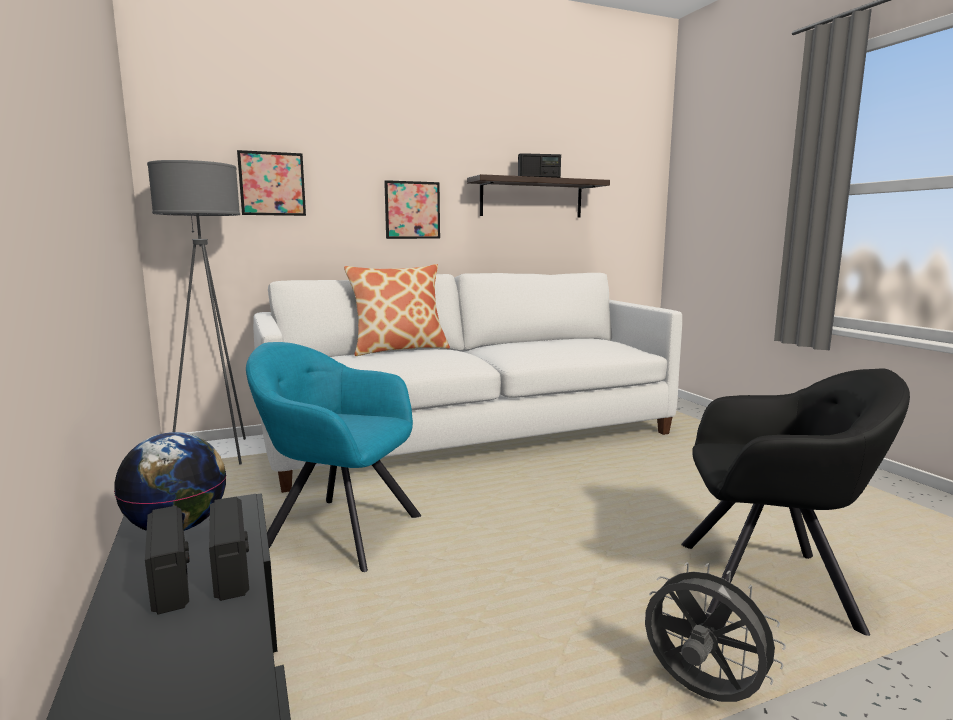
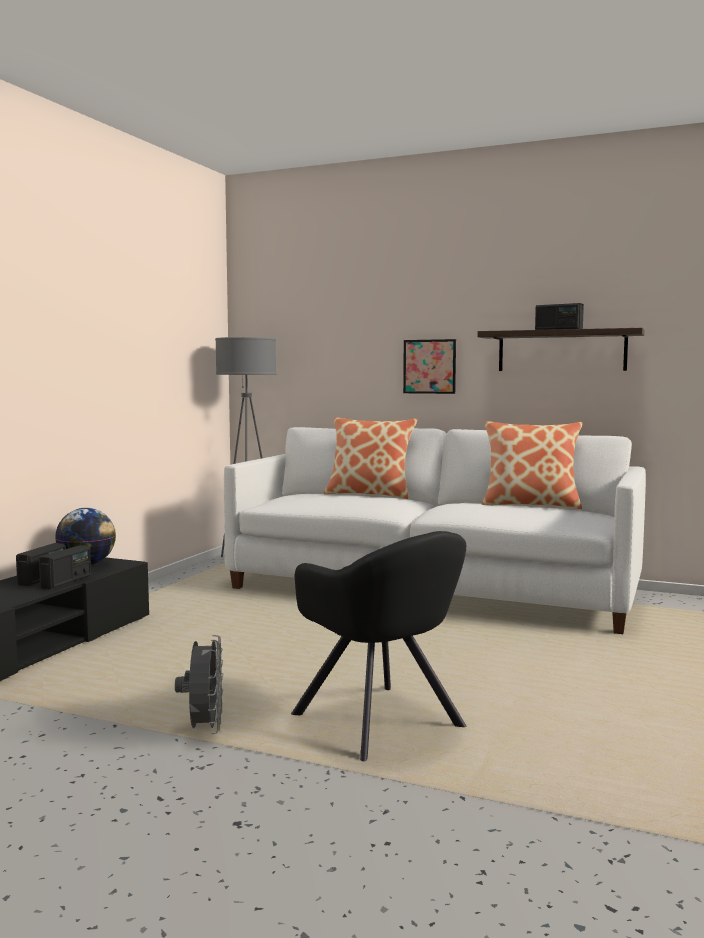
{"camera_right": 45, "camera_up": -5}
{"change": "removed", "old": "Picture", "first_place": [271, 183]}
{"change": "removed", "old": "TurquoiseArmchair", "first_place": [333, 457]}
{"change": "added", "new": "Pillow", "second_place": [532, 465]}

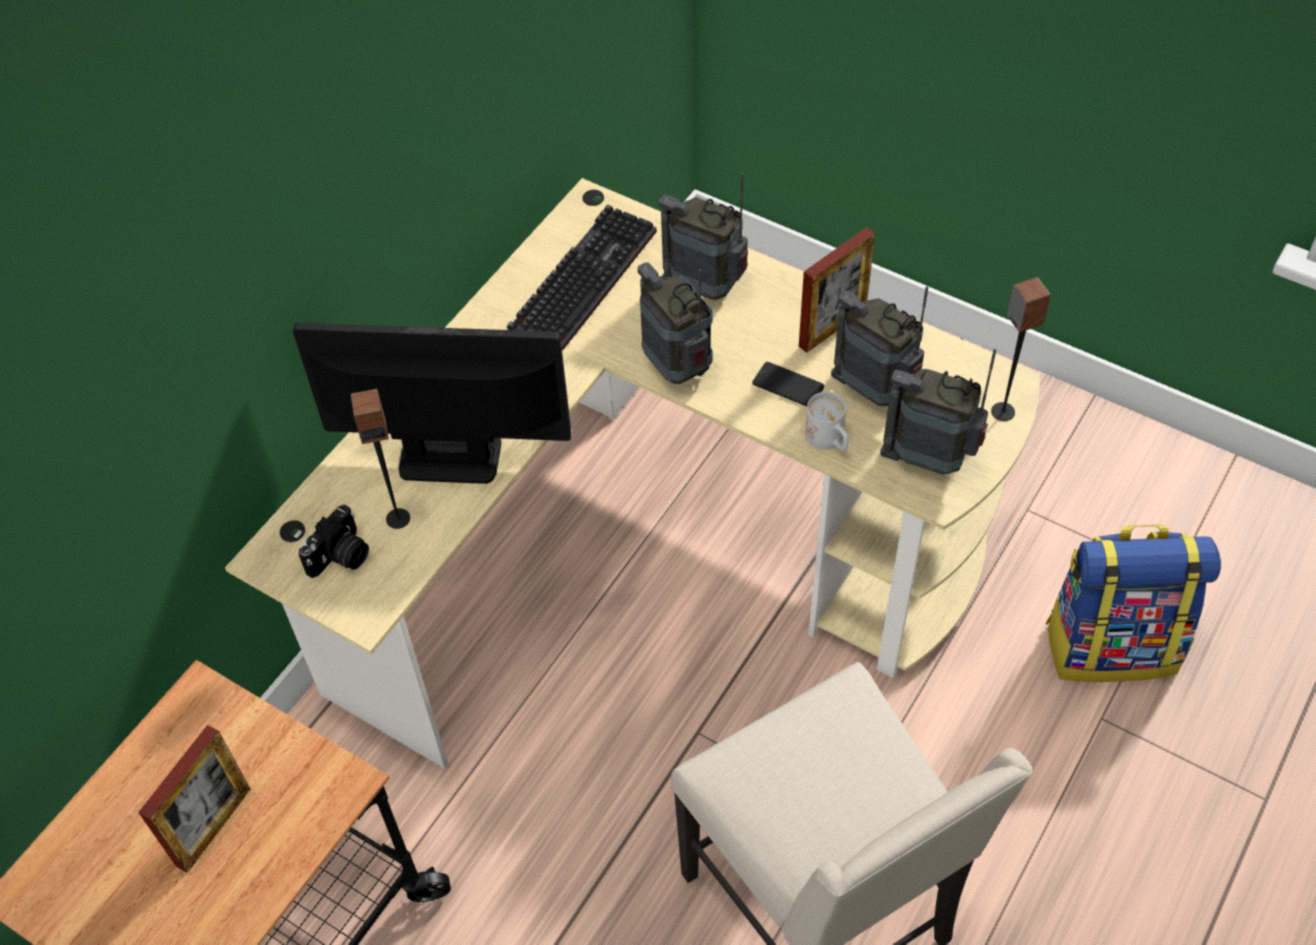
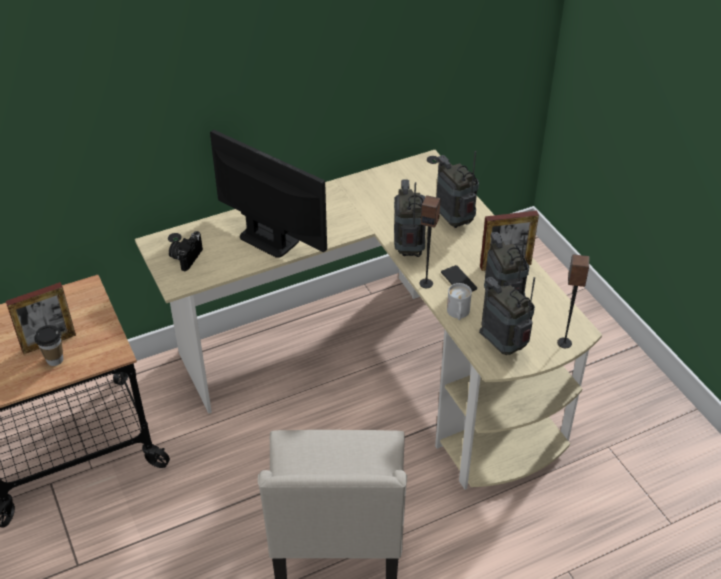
{"camera_right": 30, "camera_up": -10}
{"change": "removed", "old": "Keyboard", "first_place": [582, 277]}
{"change": "removed", "old": "Backpack", "first_place": [1133, 603]}
{"change": "added", "new": "Cup", "second_place": [48, 345]}
{"change": "moved", "old": "Speaker", "first_place": [380, 459], "second_place": [430, 241]}
{"change": "turned", "old": "PhotoCamera", "first_place": [334, 541], "second_place": [186, 251], "degrees": 135}

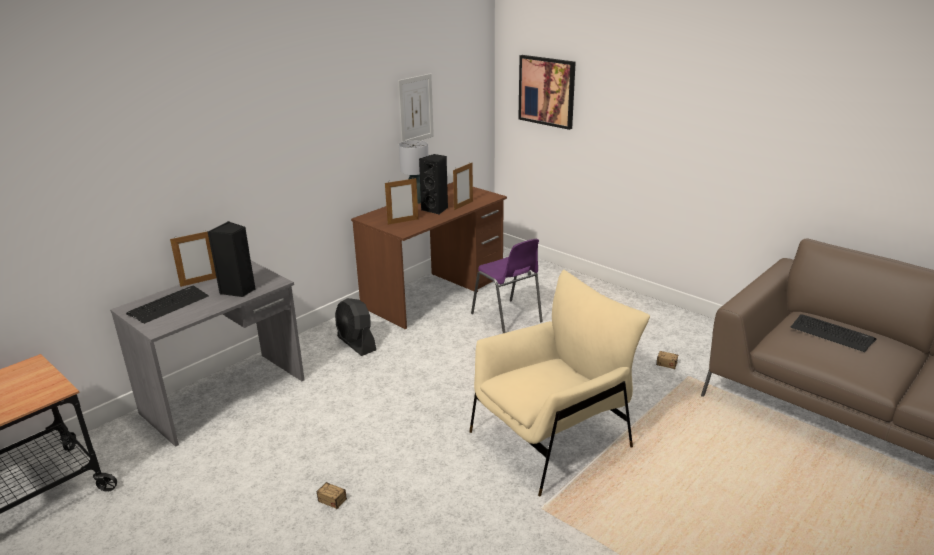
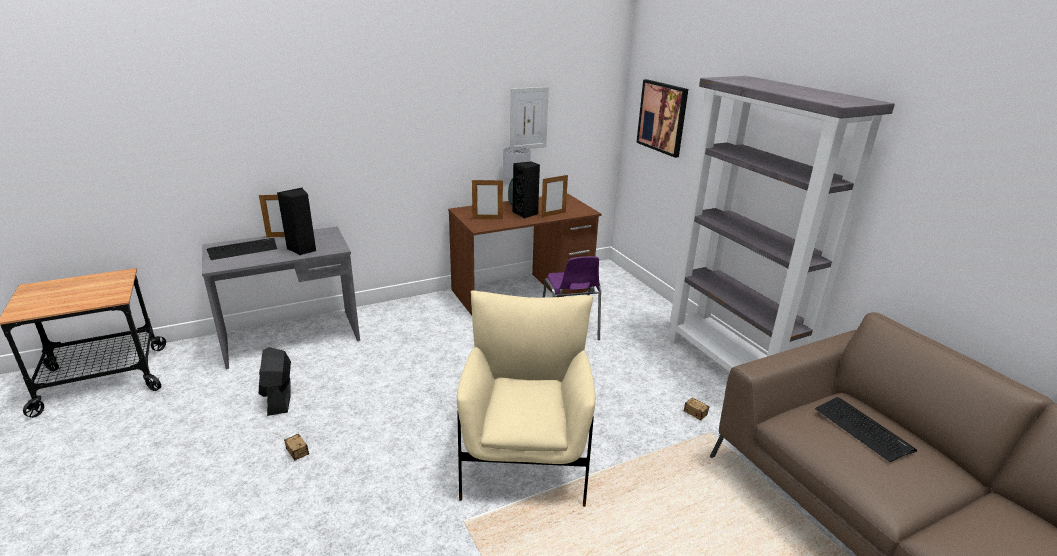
{"camera_right": 20, "camera_up": 0}
{"change": "added", "new": "GreyBookcase", "second_place": [780, 224]}
{"change": "moved", "old": "BlackFan", "first_place": [355, 327], "second_place": [275, 381]}
{"change": "turned", "old": "BeigeArmchair", "first_place": [559, 383], "second_place": [526, 399], "degrees": -75}

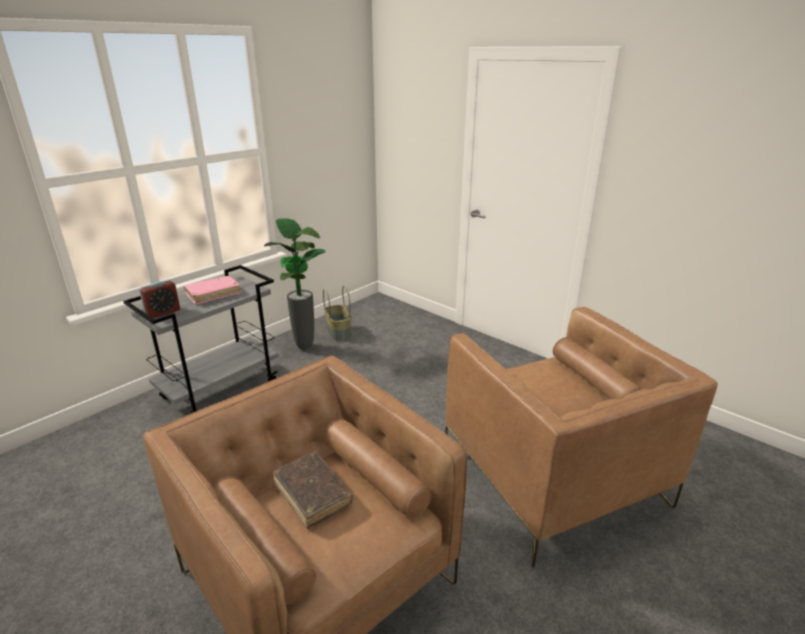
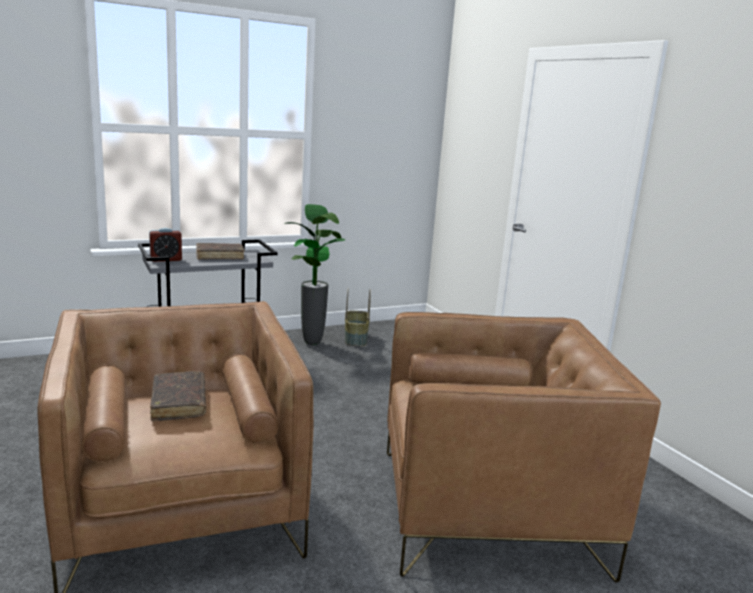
{"camera_right": 20, "camera_up": -10}
{"change": "recoloured", "old": "PinkBook", "new": "BrownBook", "first_place": [212, 290], "second_place": [220, 251]}
{"change": "turned", "old": "BrownArmchair", "first_place": [581, 437], "second_place": [524, 447], "degrees": -90}

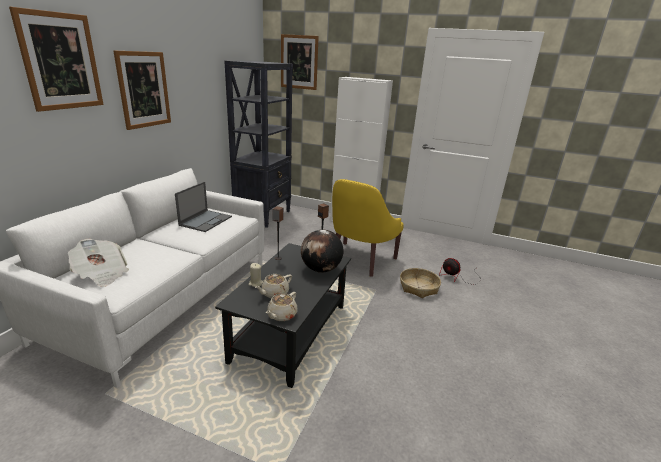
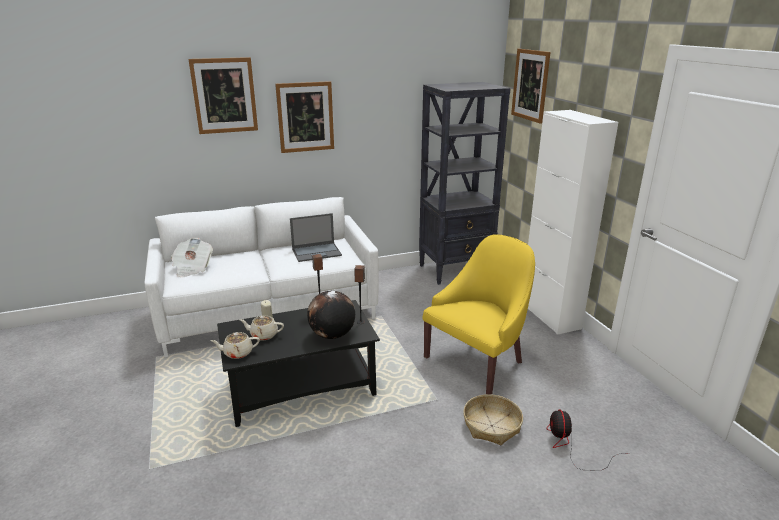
{"camera_right": 50, "camera_up": 0}
{"change": "turned", "old": "YellowArmchair", "first_place": [367, 228], "second_place": [478, 314], "degrees": 150}

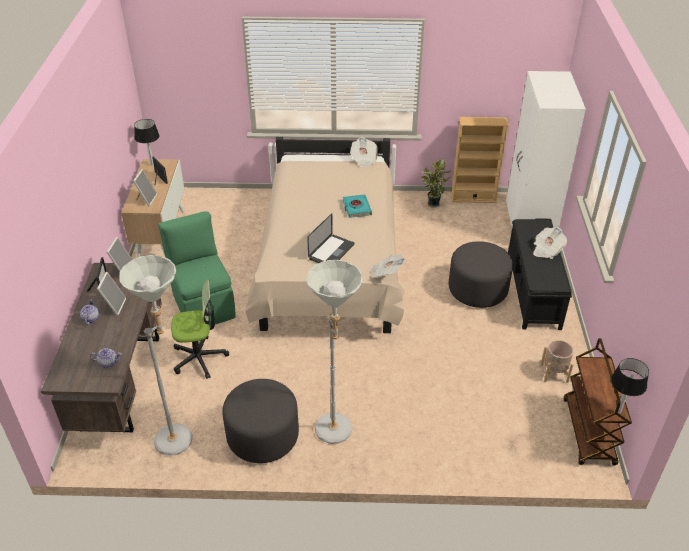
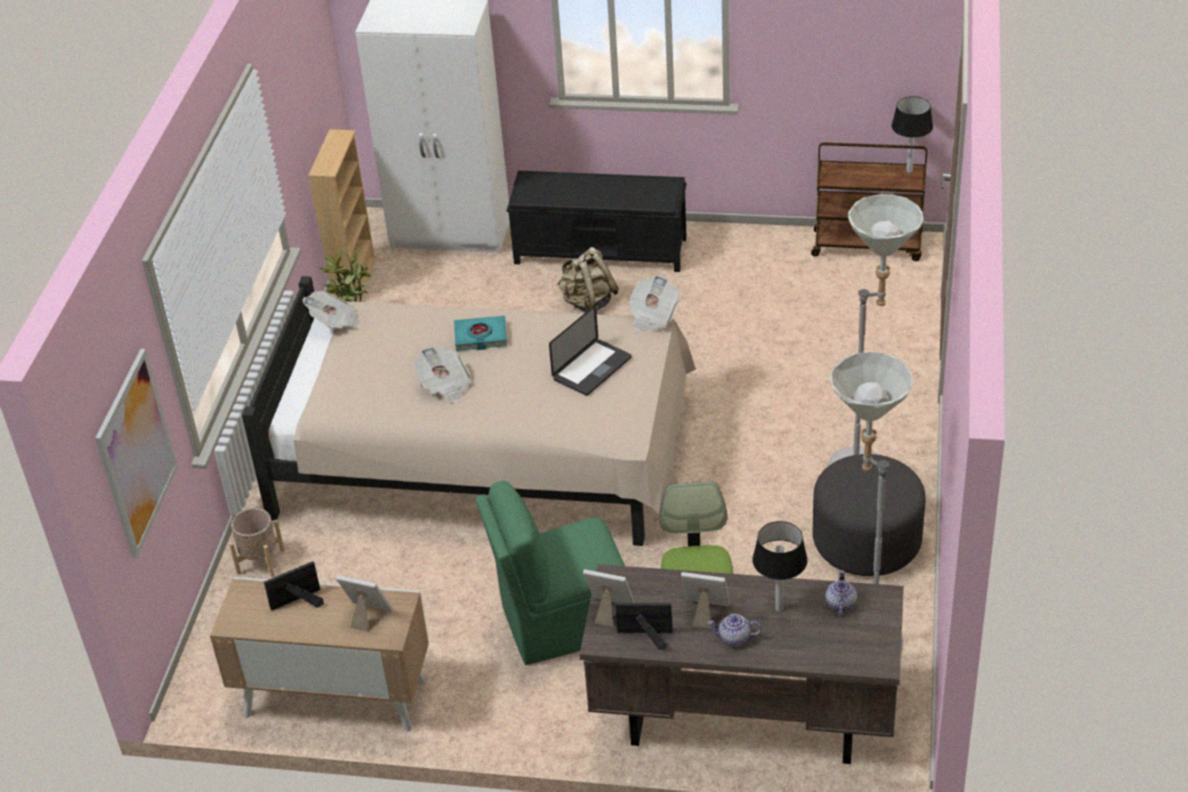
{"camera_right": -80, "camera_up": 0}
{"change": "added", "new": "Picture", "second_place": [136, 453]}
{"change": "moved", "old": "TableLamp", "first_place": [147, 142], "second_place": [780, 566]}
{"change": "moved", "old": "Newspaper", "first_place": [550, 243], "second_place": [443, 374]}
{"change": "moved", "old": "BeigePlanter", "first_place": [557, 361], "second_place": [257, 542]}
{"change": "replaced", "old": "GreyOttoman", "new": "BeigeBackpack", "first_place": [481, 274], "second_place": [588, 280]}
{"change": "turned", "old": "Laptop", "first_place": [330, 238], "second_place": [590, 350], "degrees": 90}

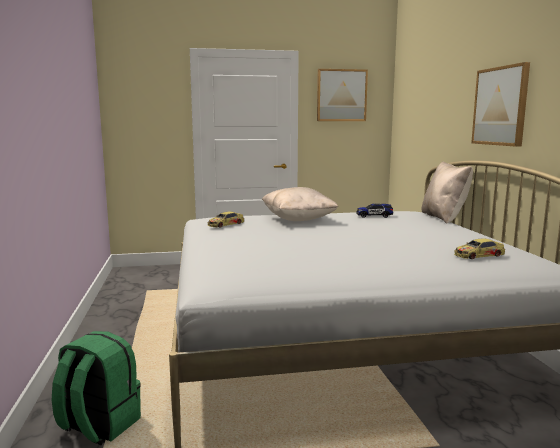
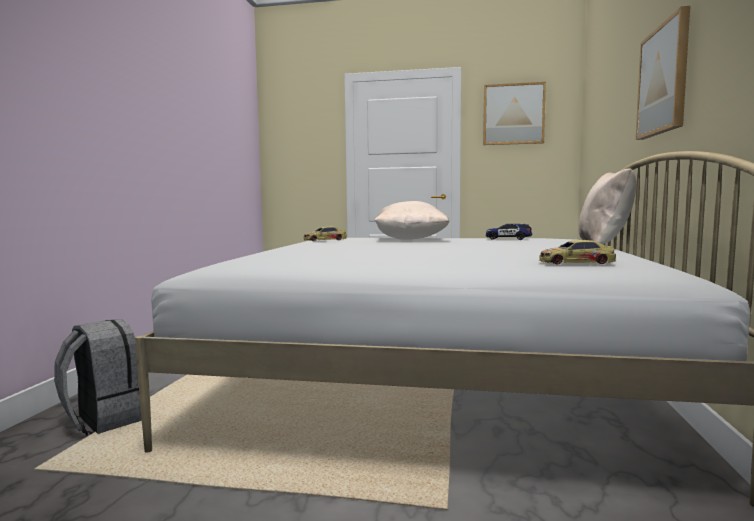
{"camera_right": 20, "camera_up": -5}
{"change": "recoloured", "old": "GreenBackpack", "new": "GreyBackpack", "first_place": [96, 388], "second_place": [98, 377]}

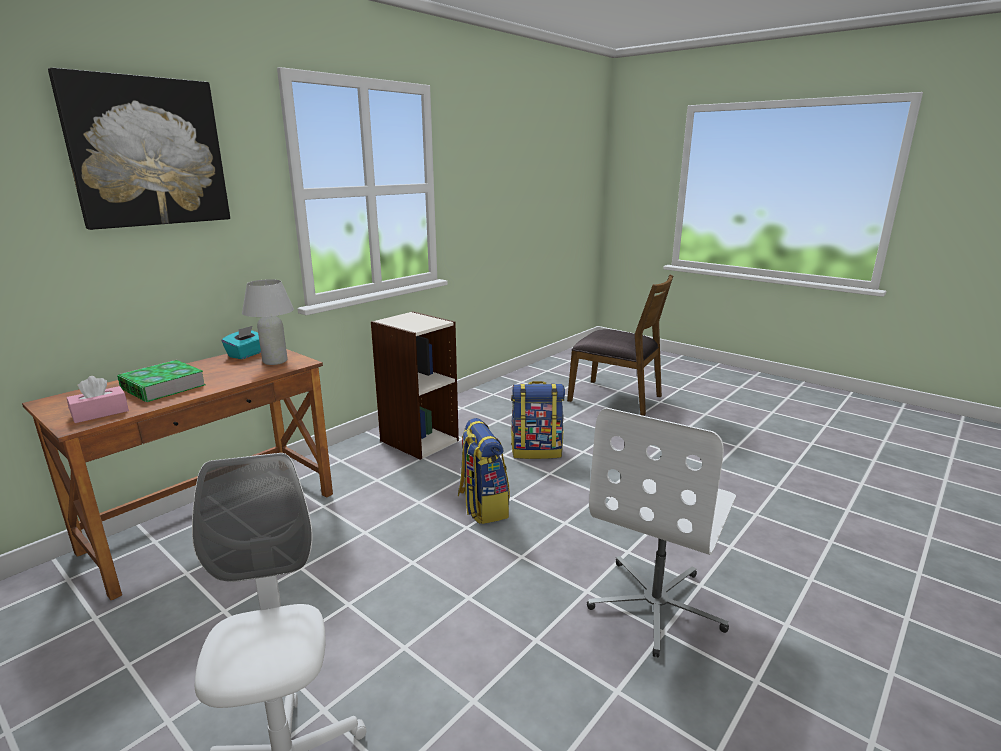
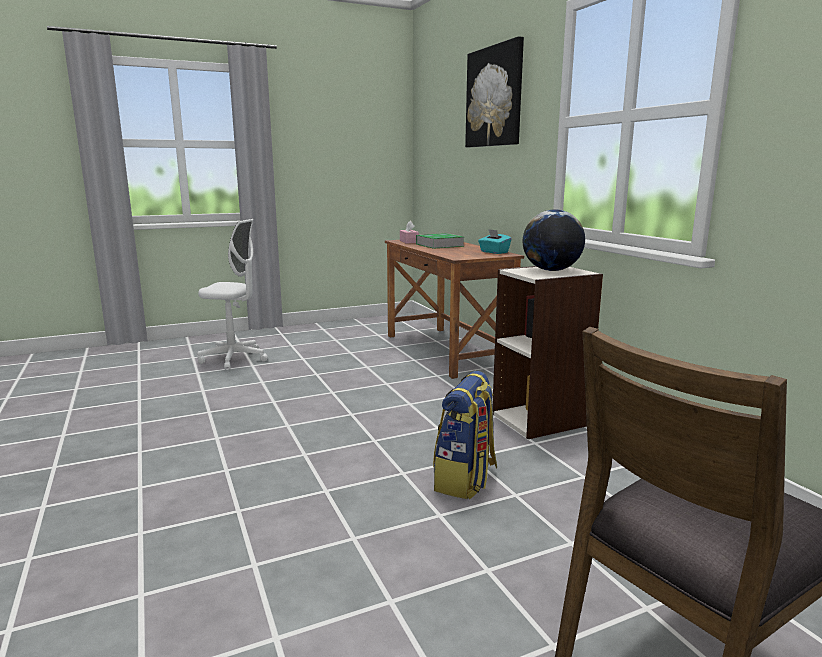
{"camera_right": 115, "camera_up": -5}
{"change": "removed", "old": "WhiteTableLamp", "first_place": [268, 322]}
{"change": "removed", "old": "Backpack", "first_place": [484, 471]}
{"change": "removed", "old": "WhiteOfficeChair", "first_place": [661, 532]}
{"change": "added", "new": "Globe", "second_place": [554, 240]}

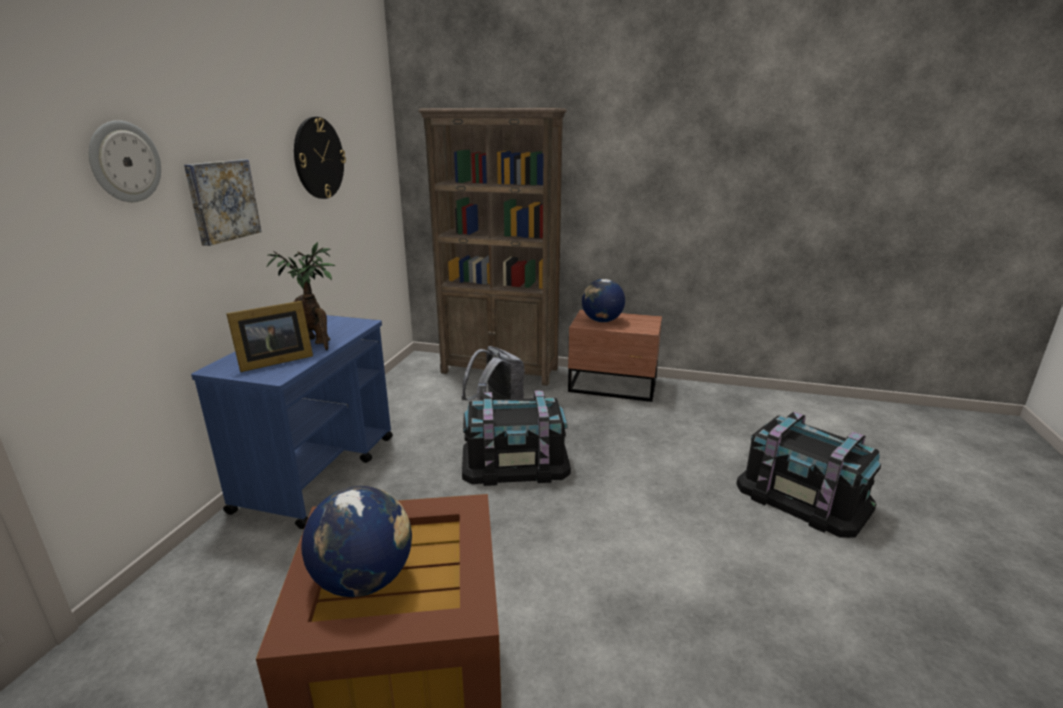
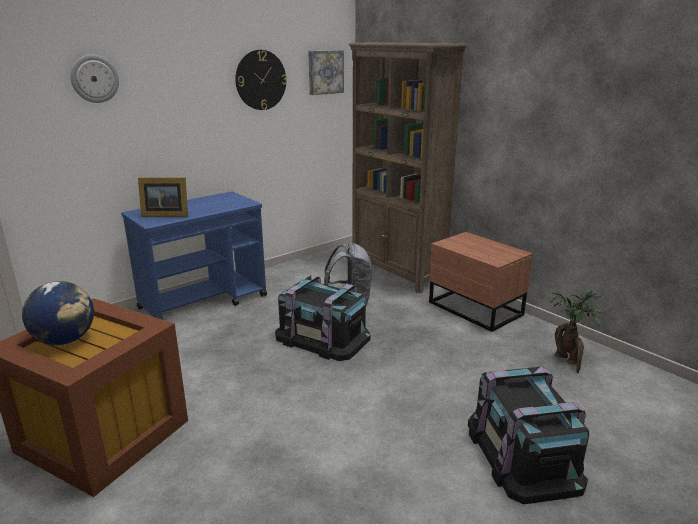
{"camera_right": 35, "camera_up": 0}
{"change": "removed", "old": "Globe", "first_place": [603, 300]}
{"change": "moved", "old": "Picture", "first_place": [222, 202], "second_place": [326, 72]}
{"change": "moved", "old": "PottedPlant", "first_place": [301, 296], "second_place": [577, 331]}

